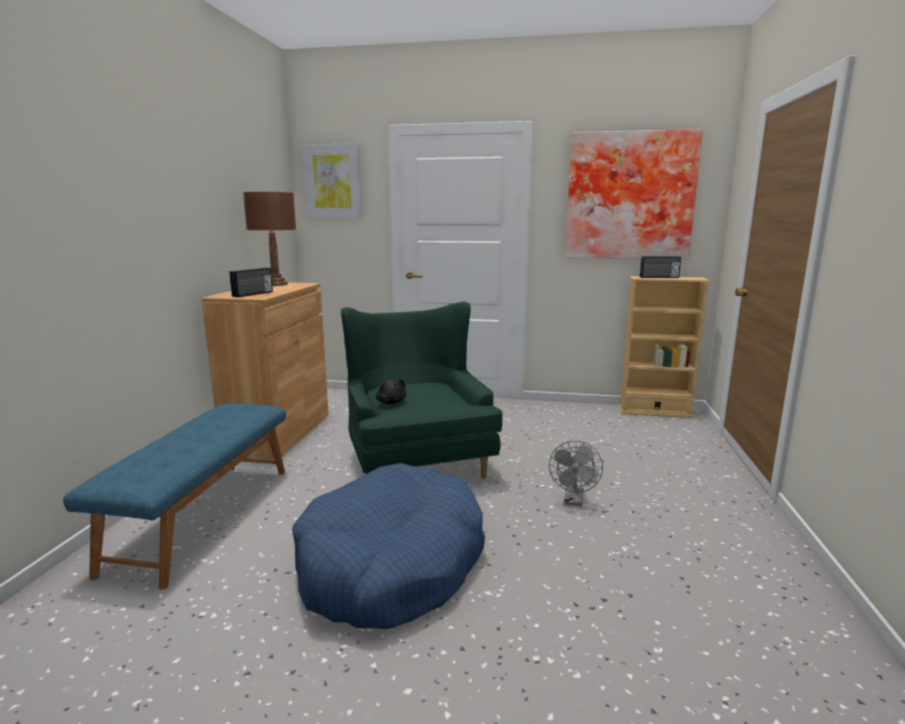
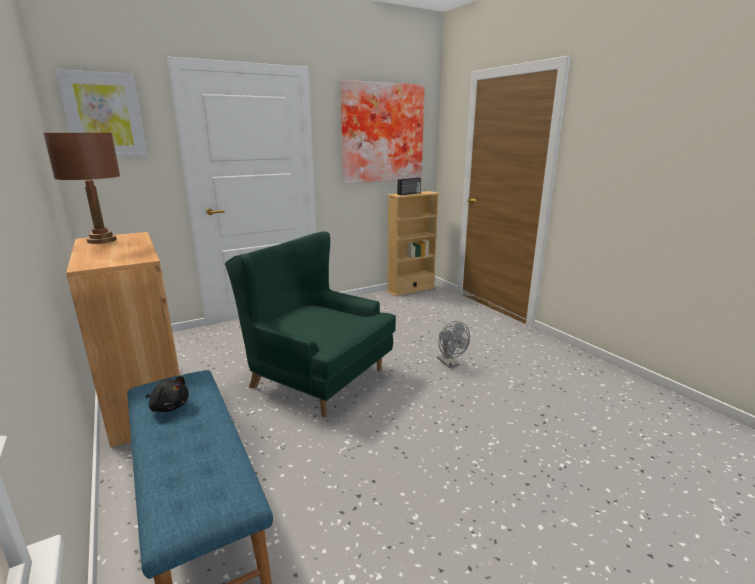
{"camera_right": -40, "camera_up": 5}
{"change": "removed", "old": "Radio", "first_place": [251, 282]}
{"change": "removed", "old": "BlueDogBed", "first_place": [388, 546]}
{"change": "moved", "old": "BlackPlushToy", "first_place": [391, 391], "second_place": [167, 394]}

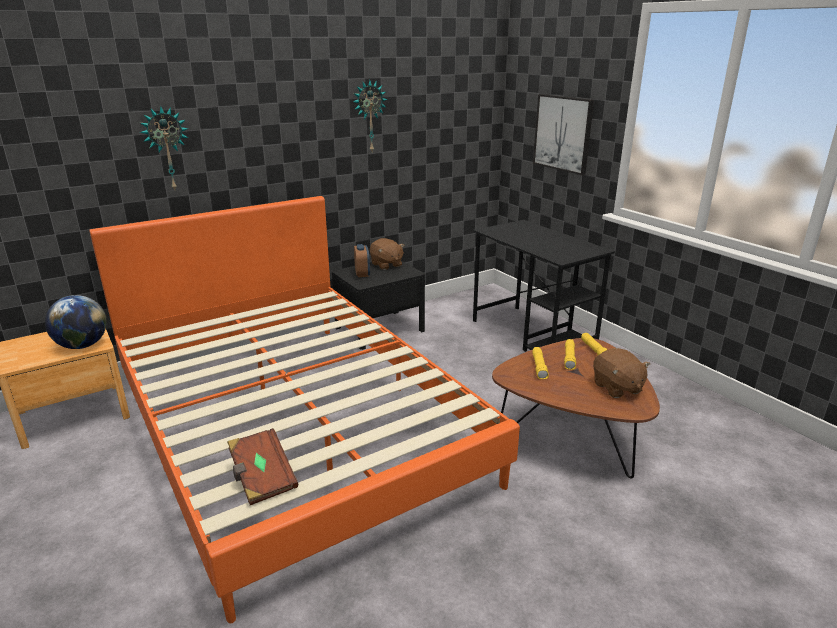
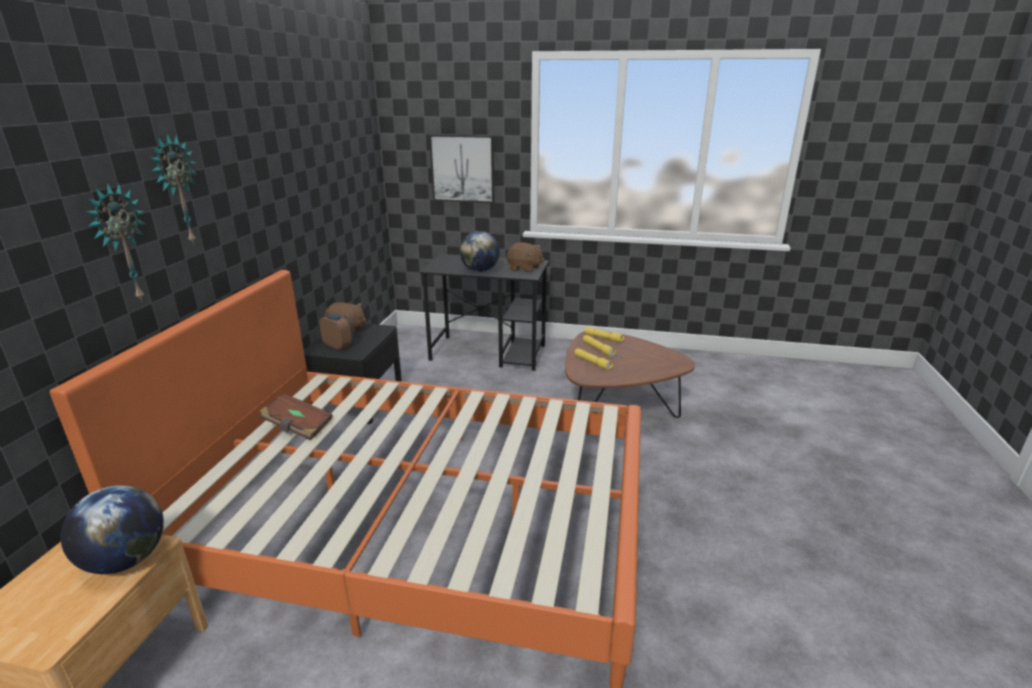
{"camera_right": -45, "camera_up": 0}
{"change": "added", "new": "Globe", "second_place": [479, 251]}
{"change": "moved", "old": "BrownBook", "first_place": [263, 466], "second_place": [295, 416]}
{"change": "moved", "old": "WallClock", "first_place": [370, 115], "second_place": [173, 189]}
{"change": "moved", "old": "BrownPlushToy", "first_place": [621, 373], "second_place": [525, 257]}

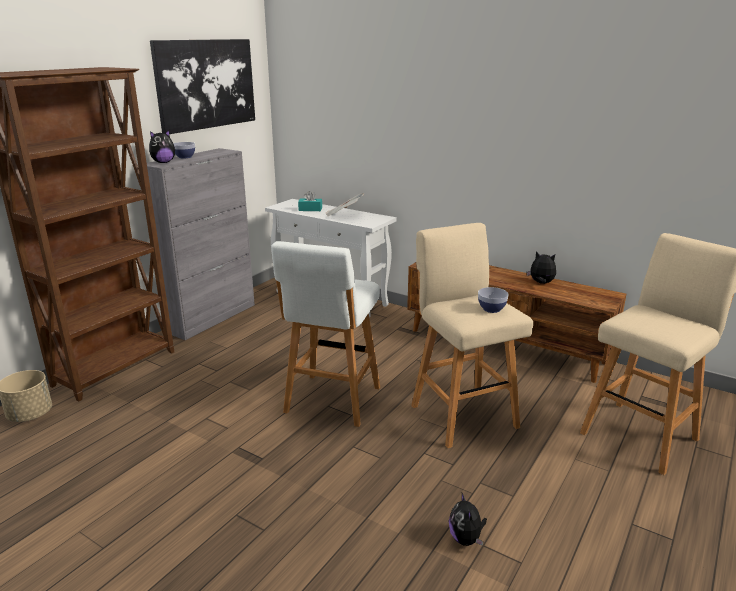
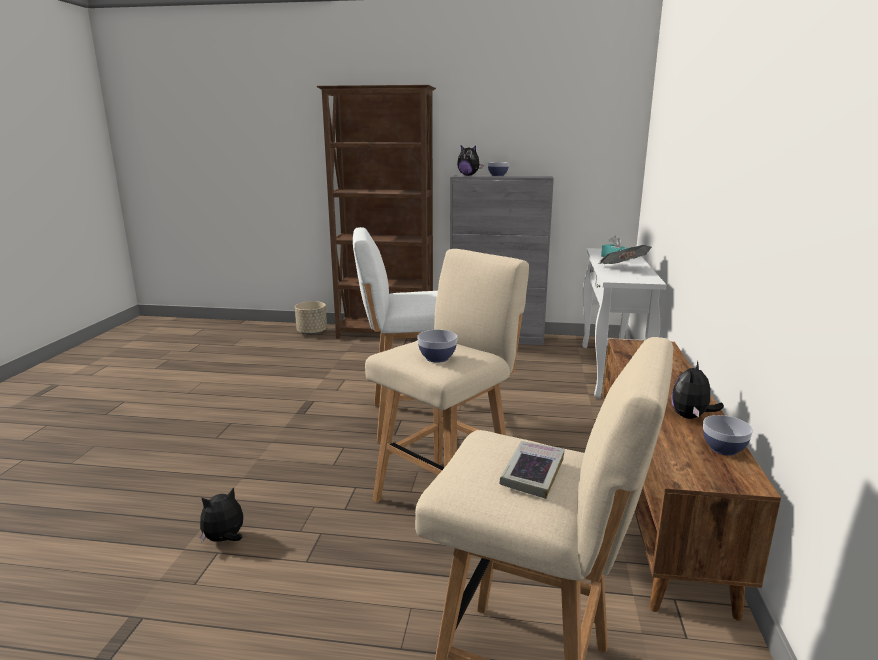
{"camera_right": 65, "camera_up": -5}
{"change": "removed", "old": "Picture", "first_place": [202, 86]}
{"change": "added", "new": "Book", "second_place": [532, 470]}
{"change": "added", "new": "Bowl", "second_place": [728, 435]}
{"change": "turned", "old": "PlushToy", "first_place": [541, 267], "second_place": [697, 390], "degrees": -150}

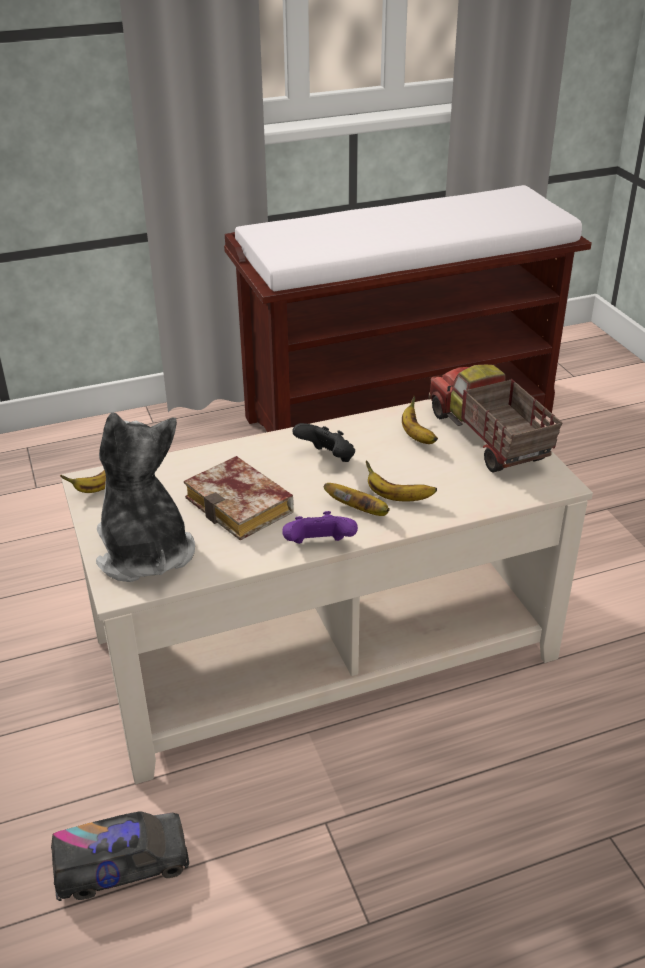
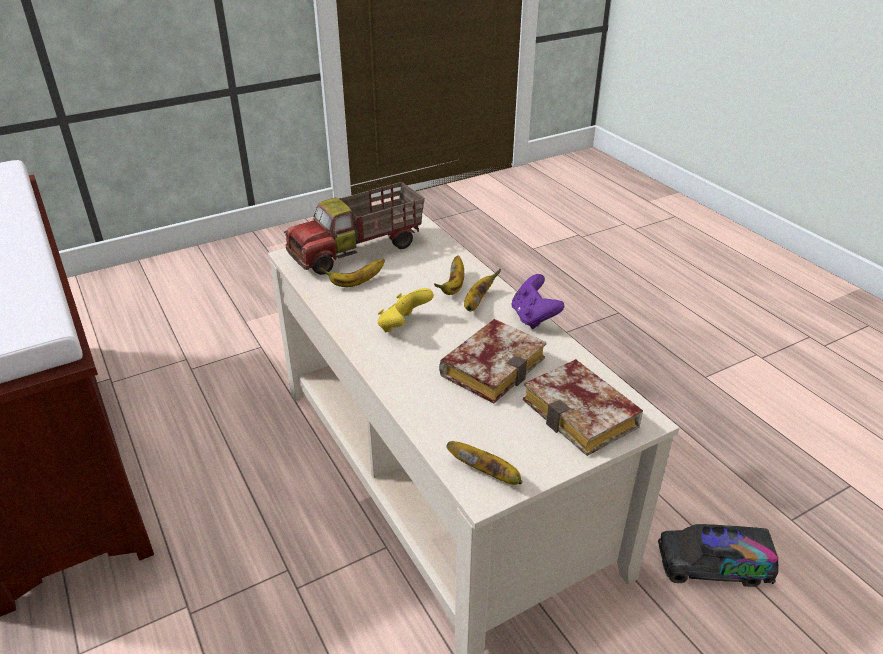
{"camera_right": -100, "camera_up": 0}
{"change": "replaced", "old": "PlushToy", "new": "Book", "first_place": [145, 497], "second_place": [583, 407]}
{"change": "recoloured", "old": "BlackGameController", "new": "YellowGameController", "first_place": [323, 442], "second_place": [405, 310]}
{"change": "turned", "old": "ToyTruck", "first_place": [120, 856], "second_place": [718, 555], "degrees": -60}

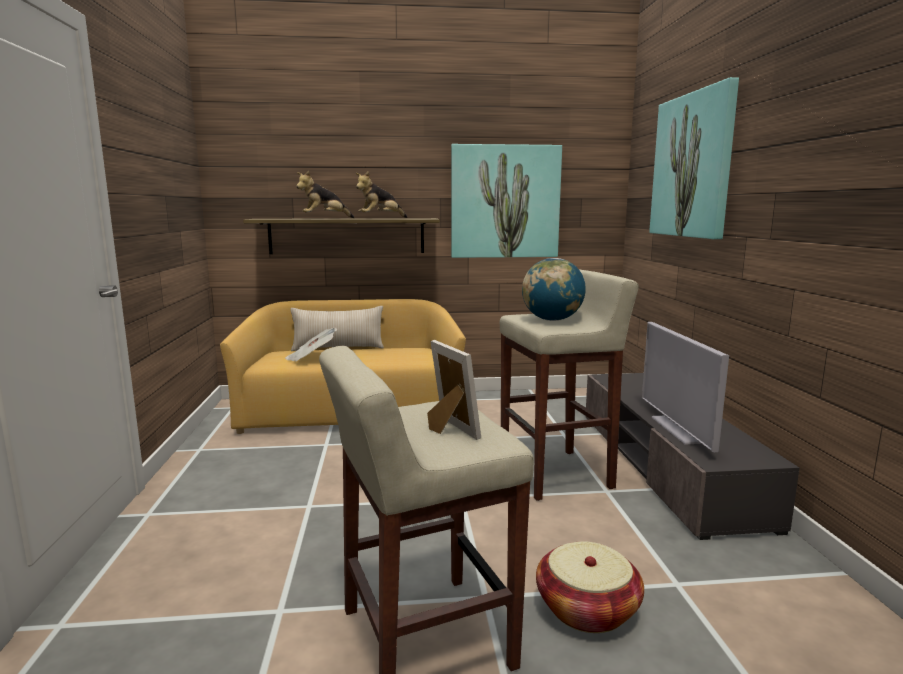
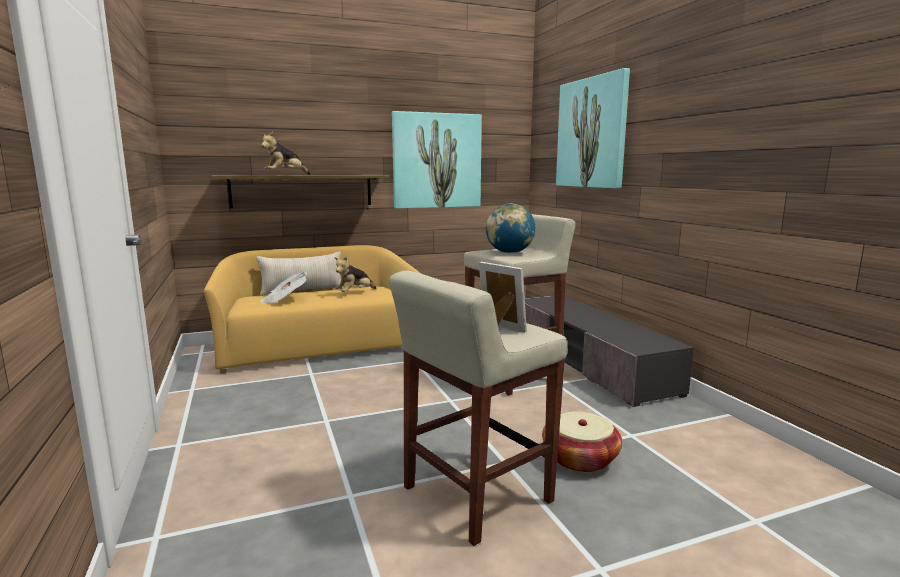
{"camera_right": -15, "camera_up": 0}
{"change": "removed", "old": "Television", "first_place": [685, 387]}
{"change": "moved", "old": "PlushToy", "first_place": [381, 194], "second_place": [355, 274]}

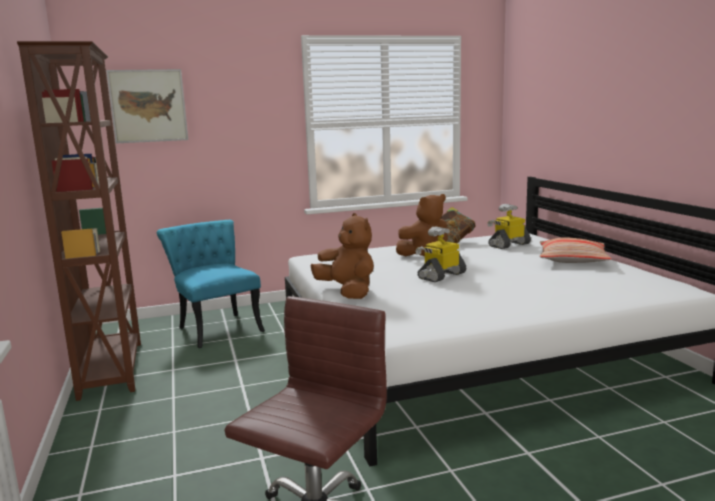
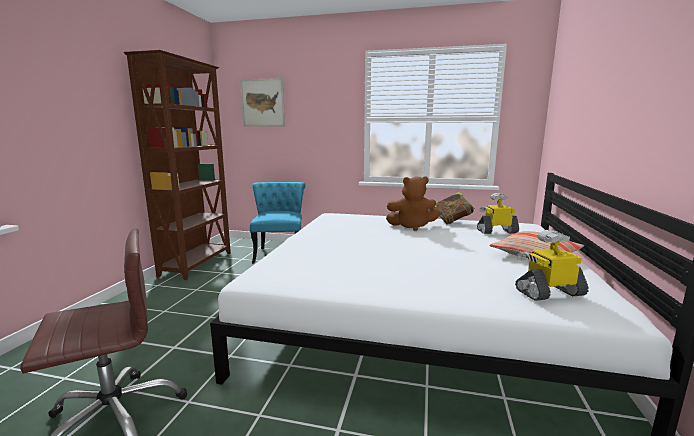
{"camera_right": 30, "camera_up": 0}
{"change": "removed", "old": "BrownPlushToy", "first_place": [342, 256]}
{"change": "moved", "old": "ToyRobot", "first_place": [441, 254], "second_place": [552, 265]}

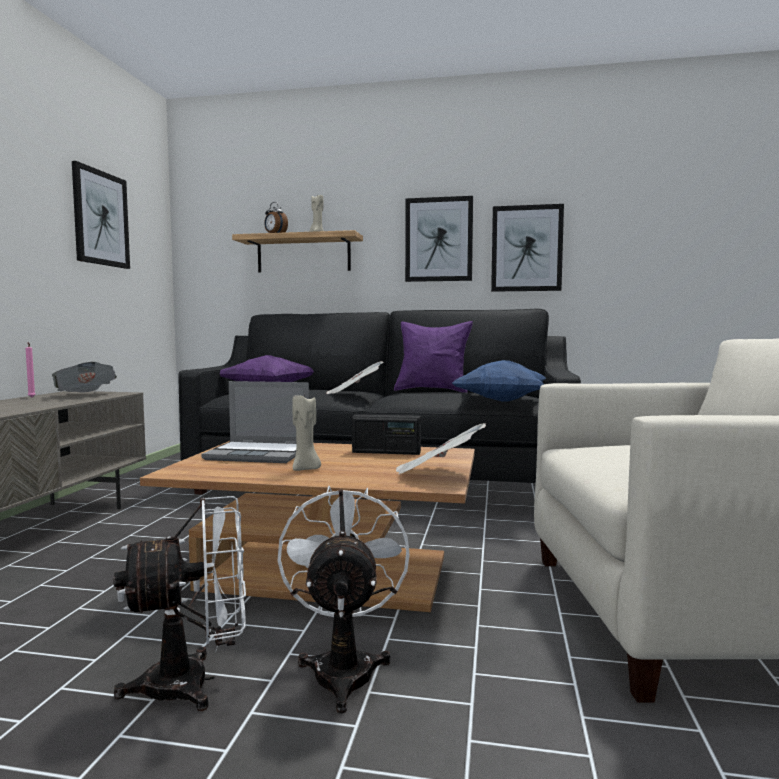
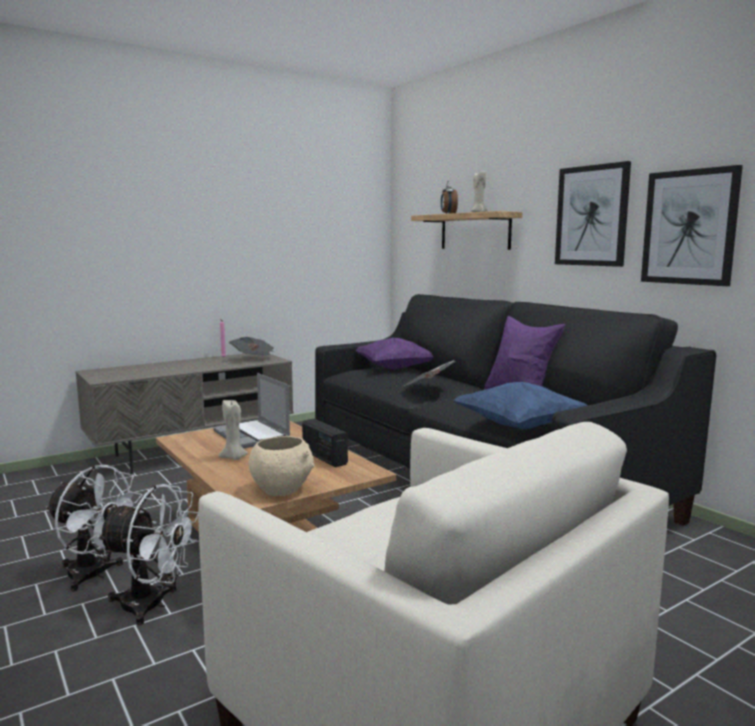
{"camera_right": 45, "camera_up": 5}
{"change": "removed", "old": "Picture", "first_place": [101, 215]}
{"change": "replaced", "old": "Newspaper", "new": "BeigeBowl", "first_place": [441, 448], "second_place": [282, 466]}
{"change": "turned", "old": "WhiteFan", "first_place": [344, 600], "second_place": [147, 554], "degrees": 60}

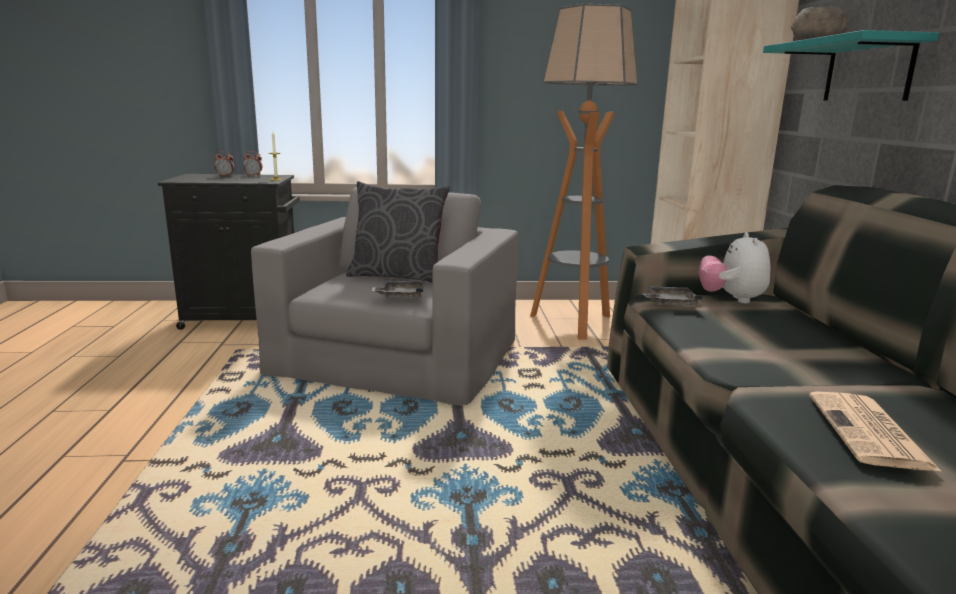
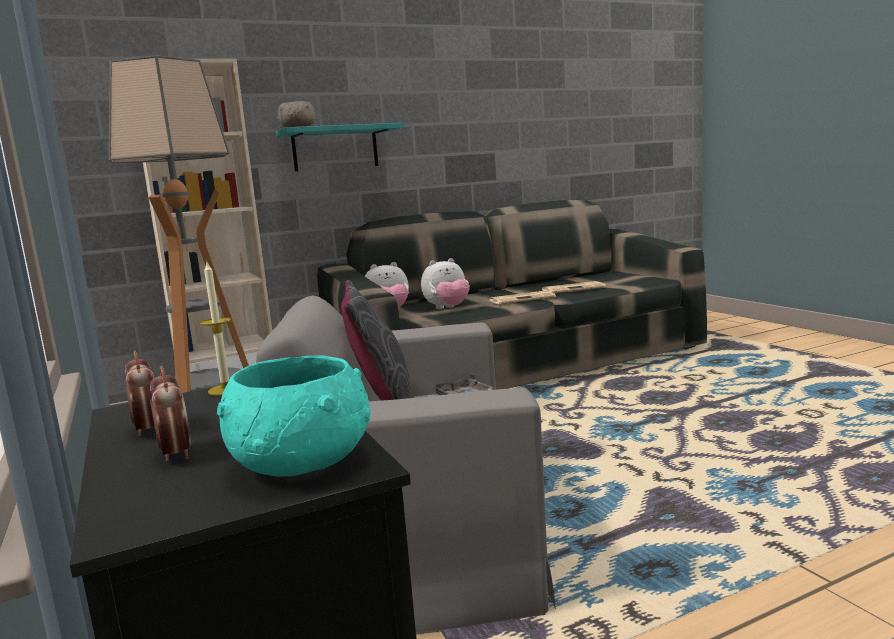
{"camera_right": -110, "camera_up": -5}
{"change": "removed", "old": "GreyTray", "first_place": [672, 295]}
{"change": "added", "new": "TurquoiseBowl", "second_place": [294, 416]}
{"change": "added", "new": "PlushToy", "second_place": [445, 283]}
{"change": "added", "new": "Newspaper", "second_place": [522, 298]}

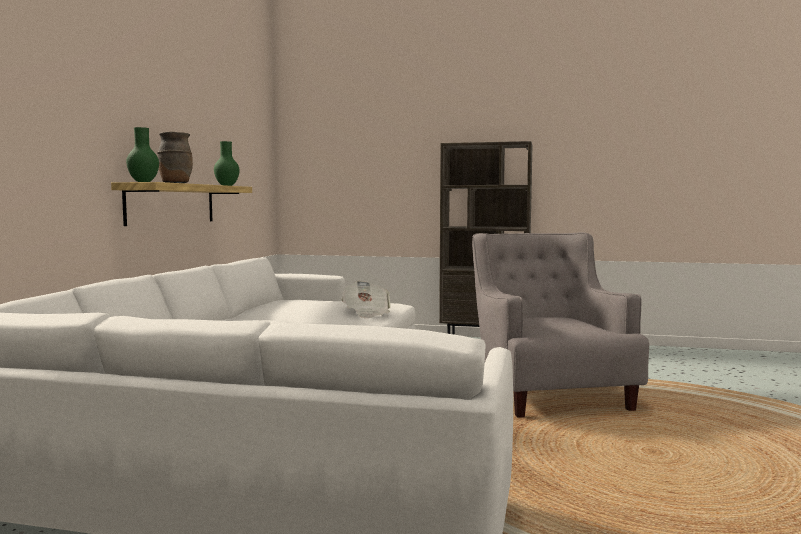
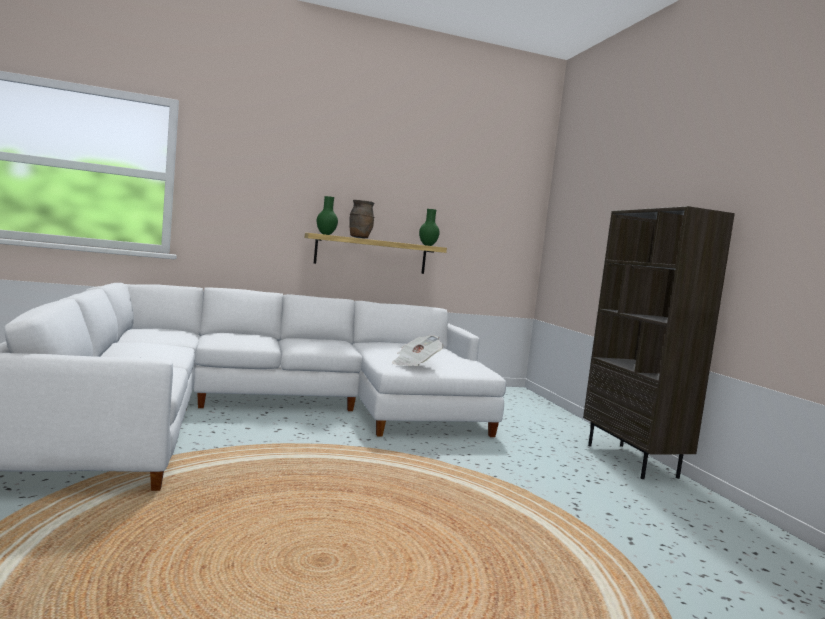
{"camera_right": 60, "camera_up": 0}
{"change": "removed", "old": "GreyArmchair", "first_place": [560, 325]}

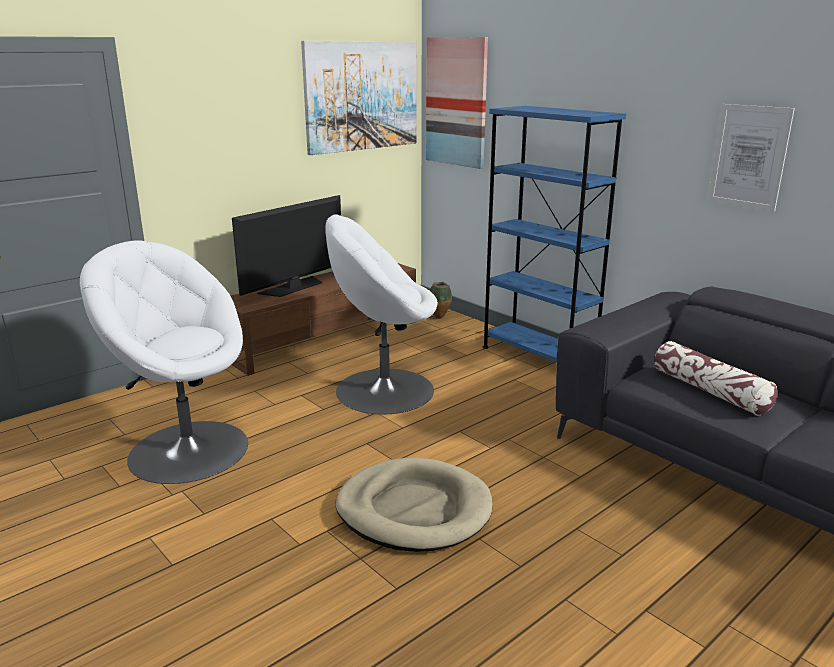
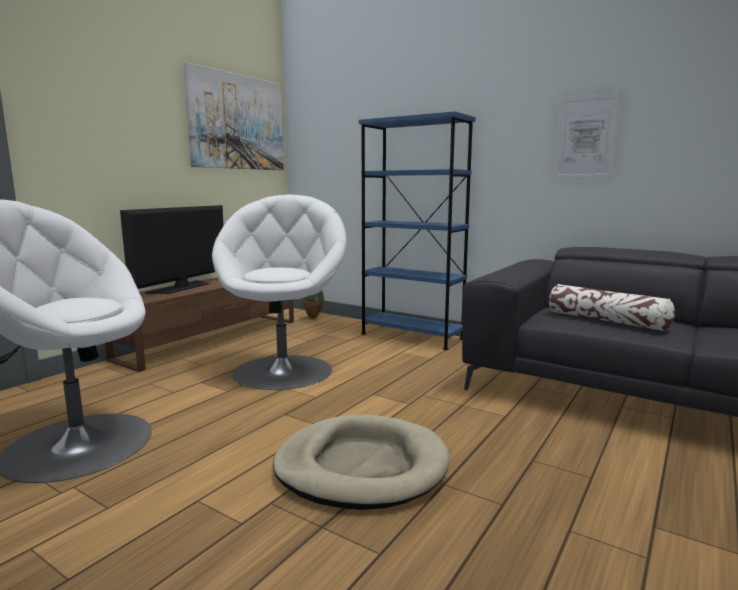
{"camera_right": -15, "camera_up": -10}
{"change": "removed", "old": "Picture", "first_place": [457, 103]}
{"change": "turned", "old": "WhiteArmchair", "first_place": [381, 314], "second_place": [279, 292], "degrees": 120}

